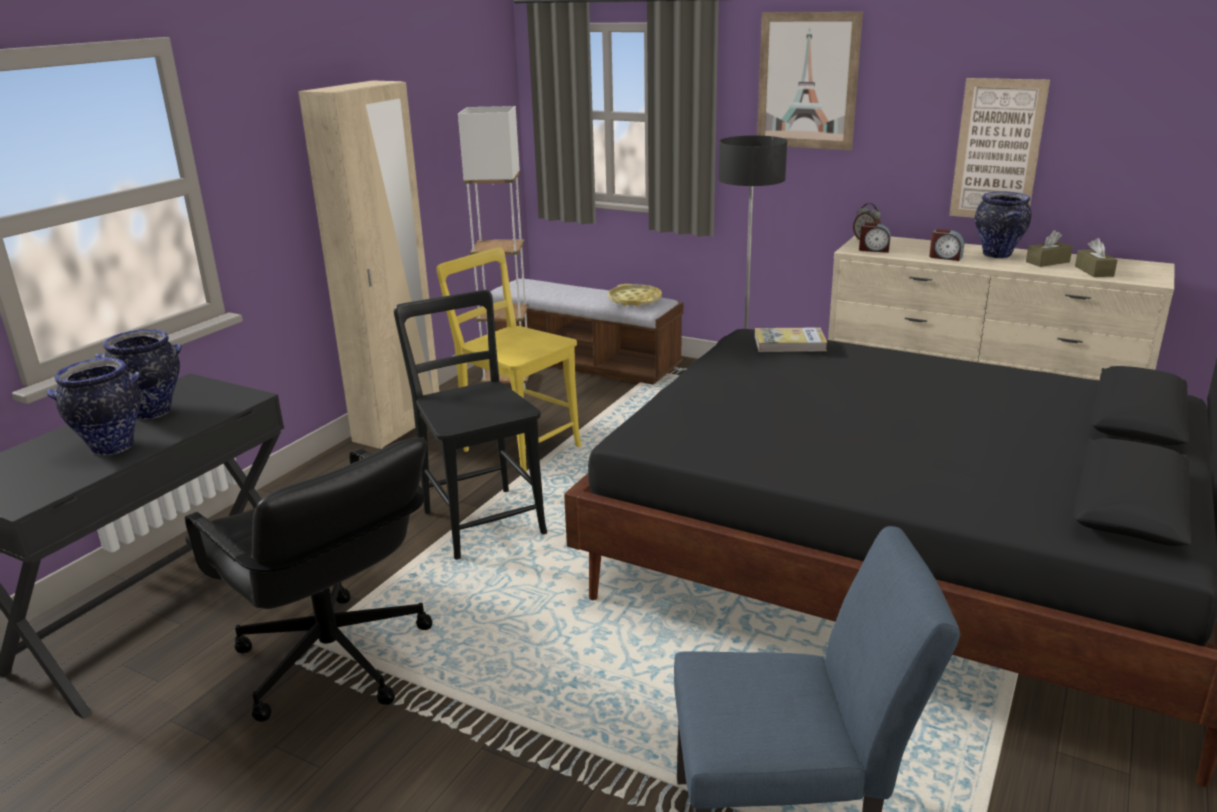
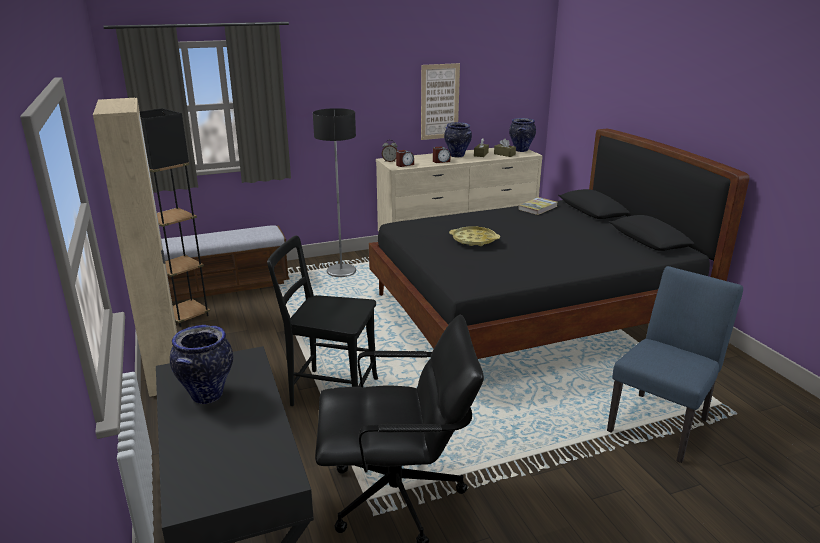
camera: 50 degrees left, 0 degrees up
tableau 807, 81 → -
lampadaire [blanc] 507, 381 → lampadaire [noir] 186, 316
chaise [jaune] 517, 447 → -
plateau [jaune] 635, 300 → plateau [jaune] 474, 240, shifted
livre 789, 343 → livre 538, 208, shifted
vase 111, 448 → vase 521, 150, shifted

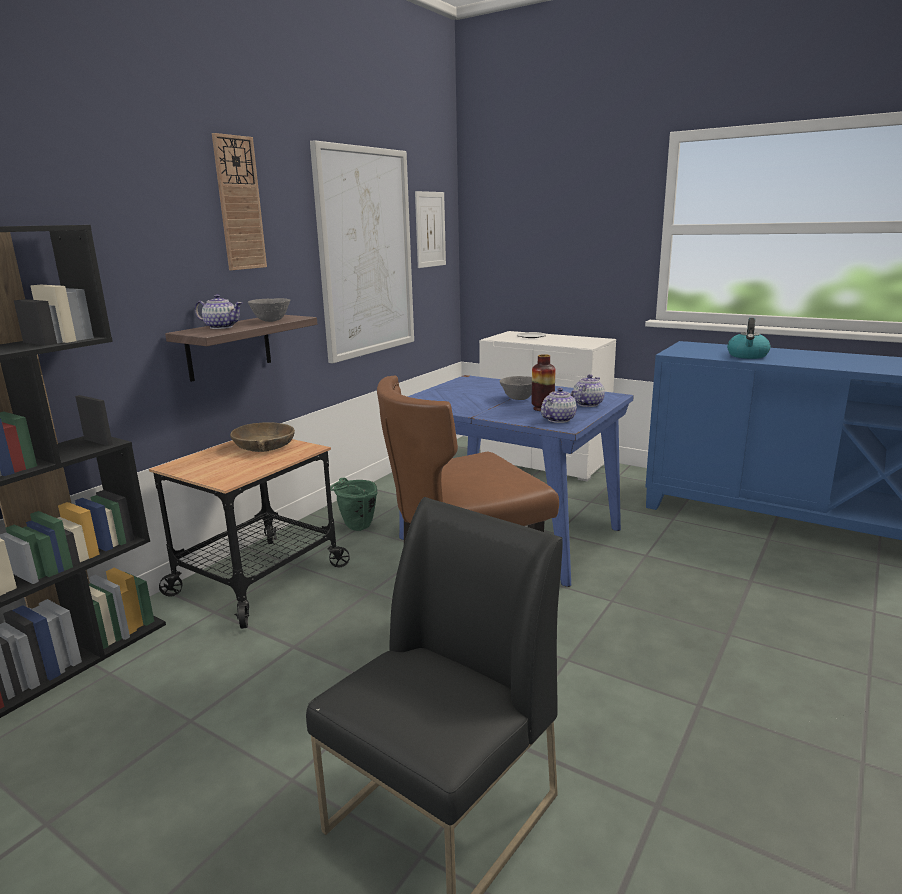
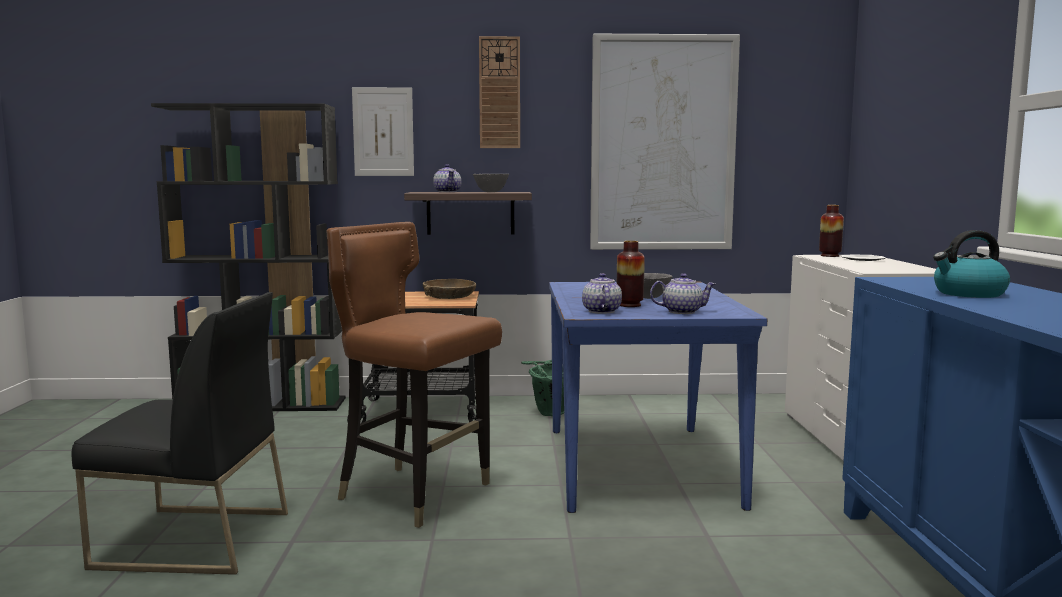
camera: 55 degrees right, 10 degrees down
tableau 430, 229 → tableau 383, 132, shifted
théière 558, 419 → théière 601, 311, 105 degrees counterclockwise
- → vase 830, 256

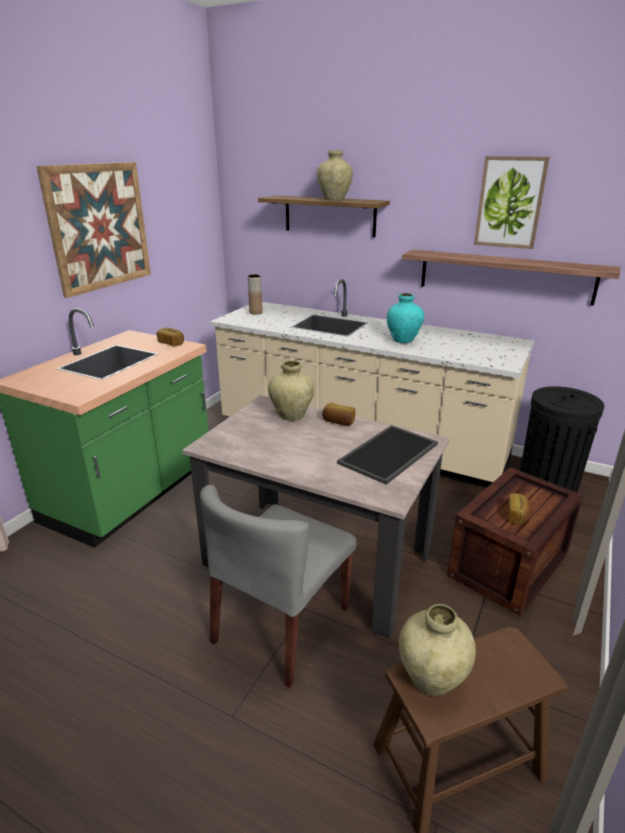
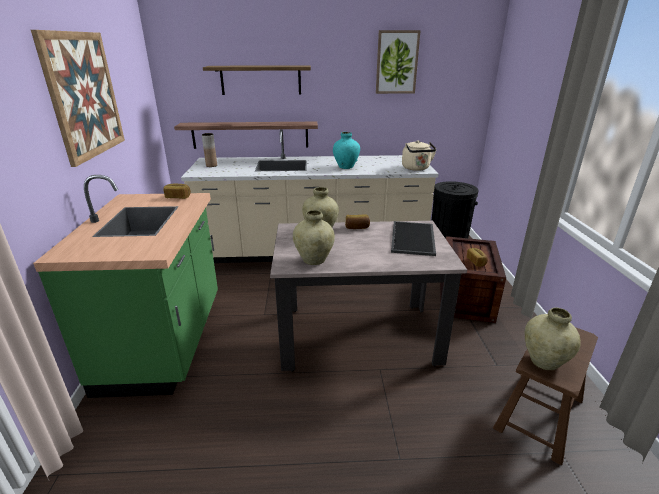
camera: 30 degrees left, 0 degrees up
vase [beige] 334, 199 → vase [beige] 314, 260, shifted
étagère 505, 276 → étagère 250, 135, shifted
chaise [gris] 281, 625 → -
- → bouilloire [beige] 416, 168

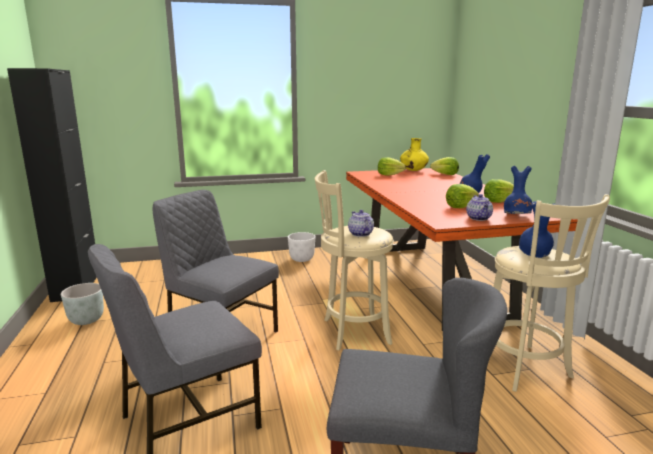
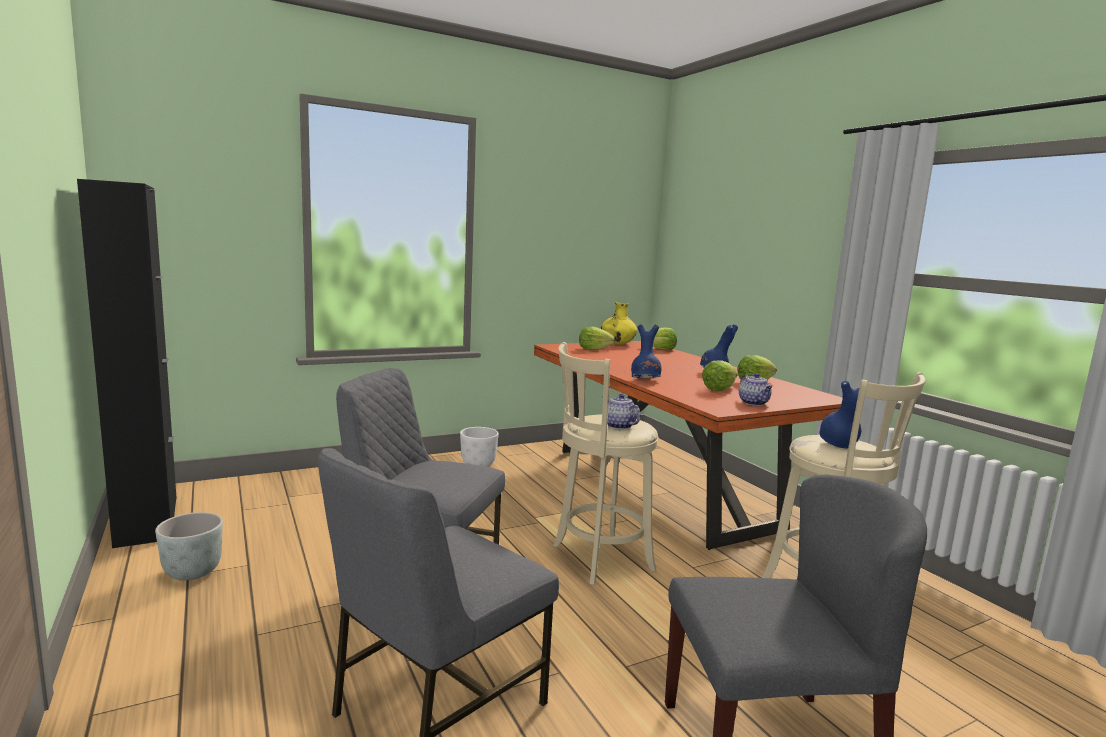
camera: 15 degrees left, 5 degrees down
vase [bleu] 517, 215 → vase [bleu] 645, 380, shifted

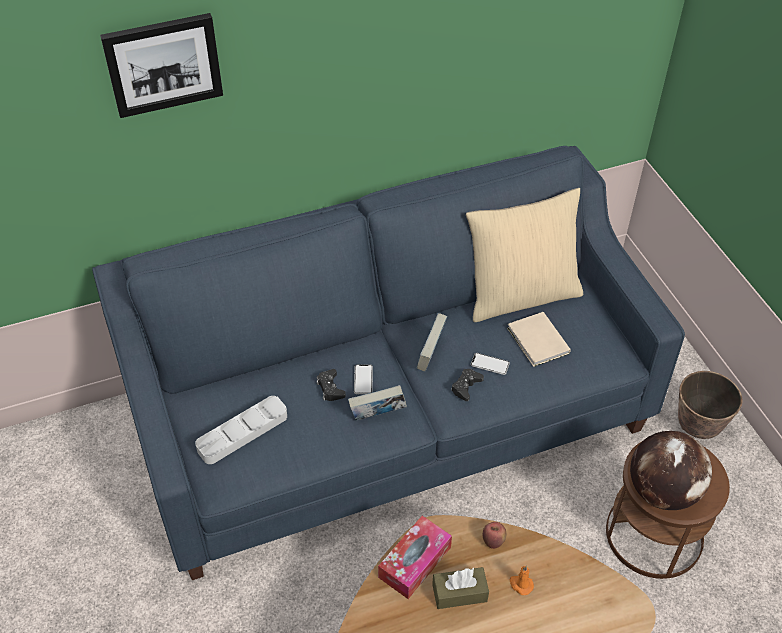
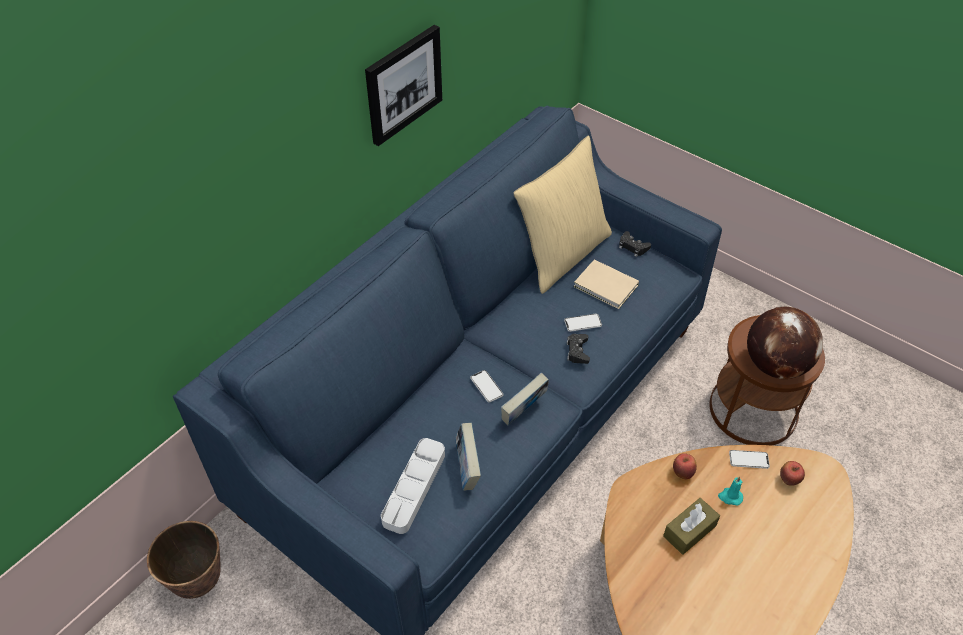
camera: 30 degrees left, 0 degrees up
tableau 163, 64 → tableau 403, 84, shifted
livre 430, 355 → livre 467, 469, shifted
manette [noir] 330, 388 → manette [noir] 633, 247, shifted
cache-pot 697, 427 → cache-pot 198, 580, shifted
boîte à mouchoirs 415, 562 → -
bougie [orange] 520, 584 → bougie [turquoise] 730, 497
- → téléphone 748, 459
- → pomme 788, 480

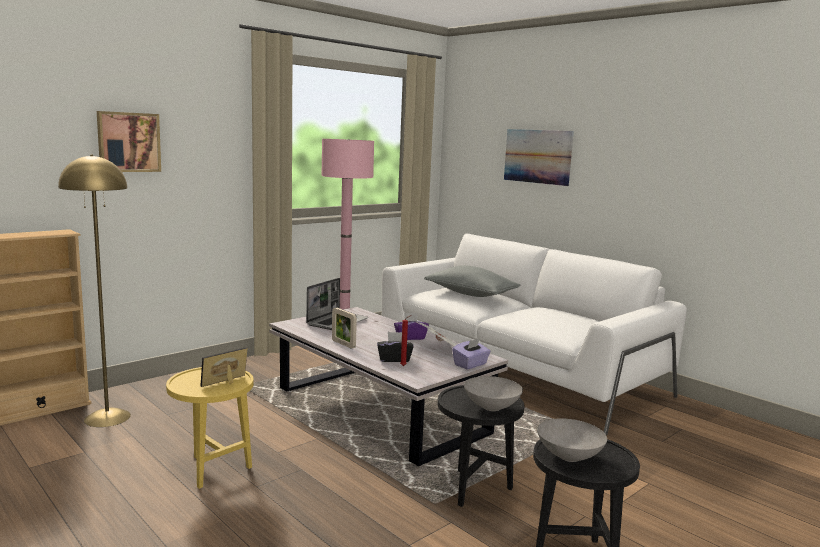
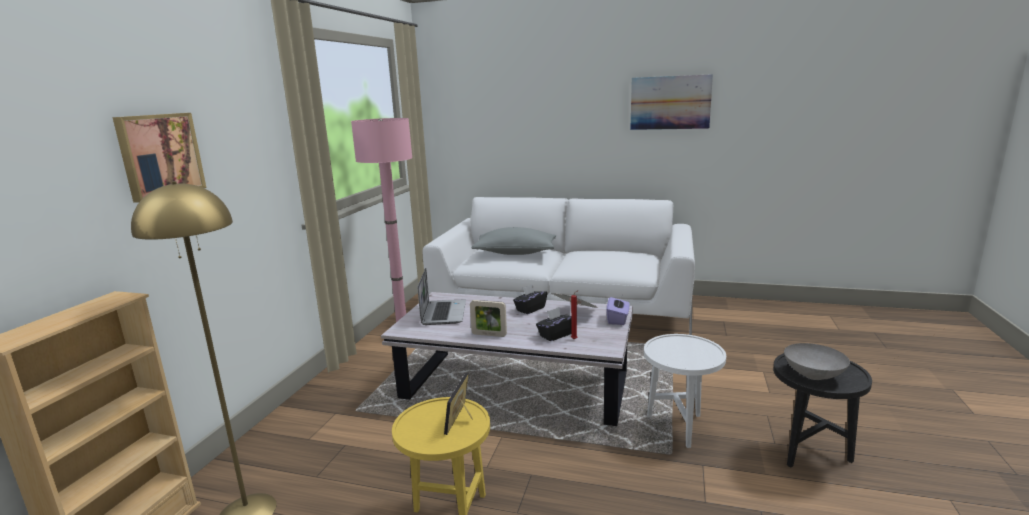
camera: 30 degrees left, 5 degrees up
tableau 537, 156 → tableau 670, 102, shifted
boîte à mouchoirs [violet] 410, 337 → boîte à mouchoirs [noir] 530, 309
bol [gris] 492, 407 → -
table d'appoint [noir] 474, 490 → table d'appoint [blanc] 679, 429

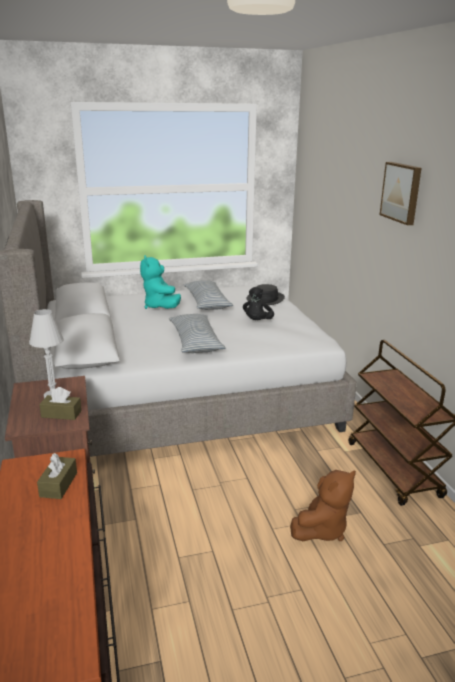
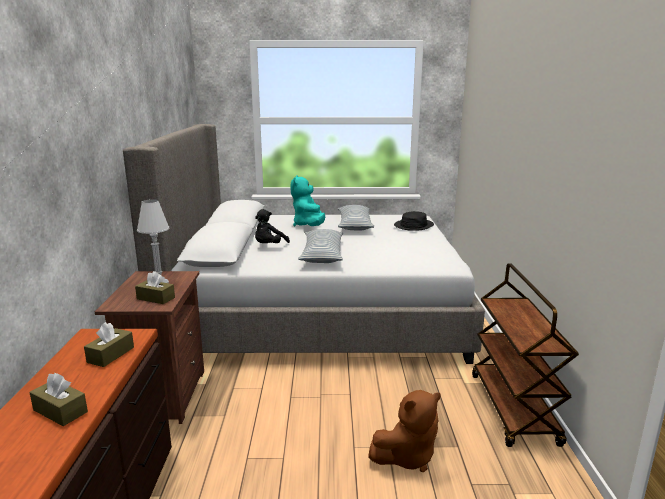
camera: 15 degrees right, 5 degrees down
tableau 402, 192 → -
peluche [noir] 257, 322 → peluche [noir] 269, 246, shifted
- → boîte à mouchoirs [marron] 60, 411

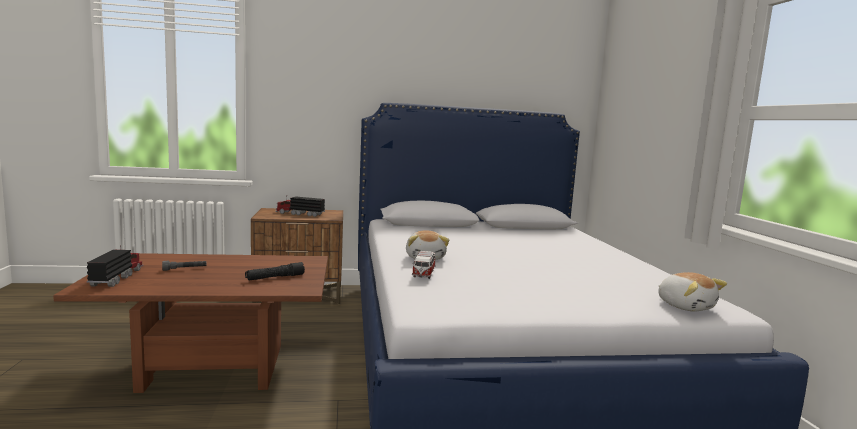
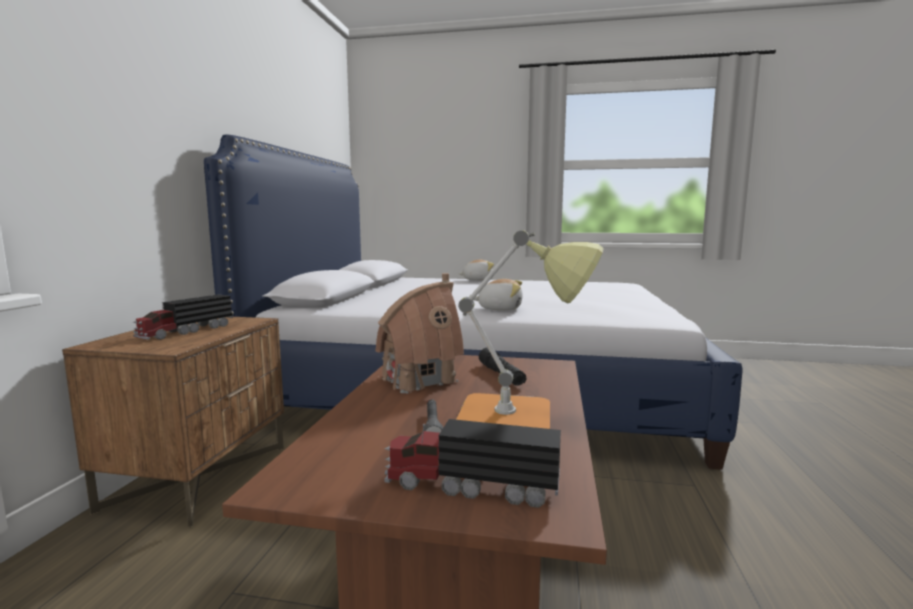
camera: 70 degrees left, 0 degrees up
petite voiture 423, 274 → -
peluche 685, 306 → peluche 477, 280, shifted
- → lampe de table 520, 420
- → maison miniature 418, 379

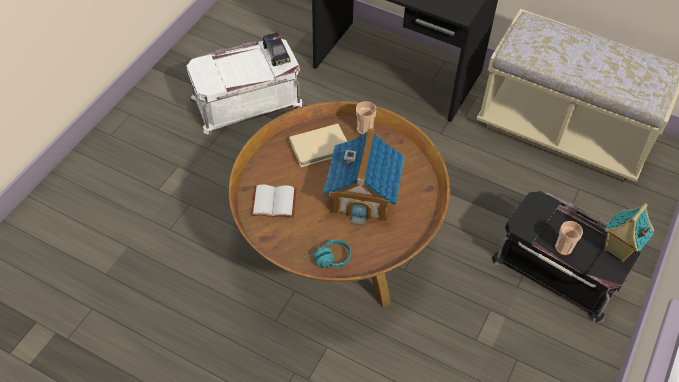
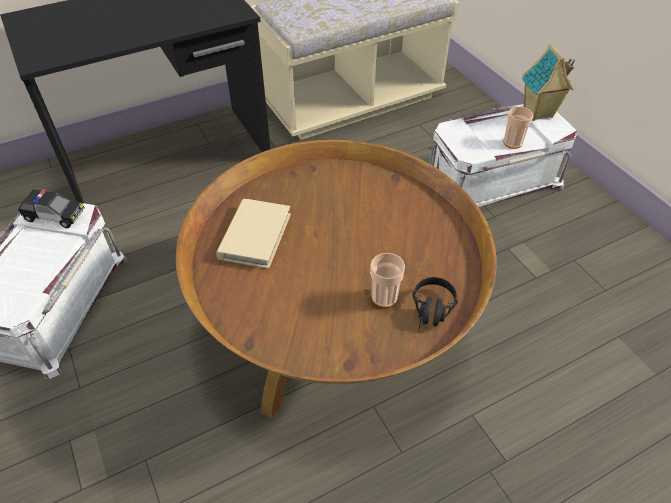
camera: 55 degrees left, 5 degrees down
tasse 364, 129 → tasse 384, 297, shifted
maison miniature 363, 195 → -
livre [blanc] 275, 201 → -
boîte de rangement [noir] 559, 268 → boîte de rangement [blanc] 492, 179
casque audio [turquoise] 328, 260 → casque audio [noir] 431, 313

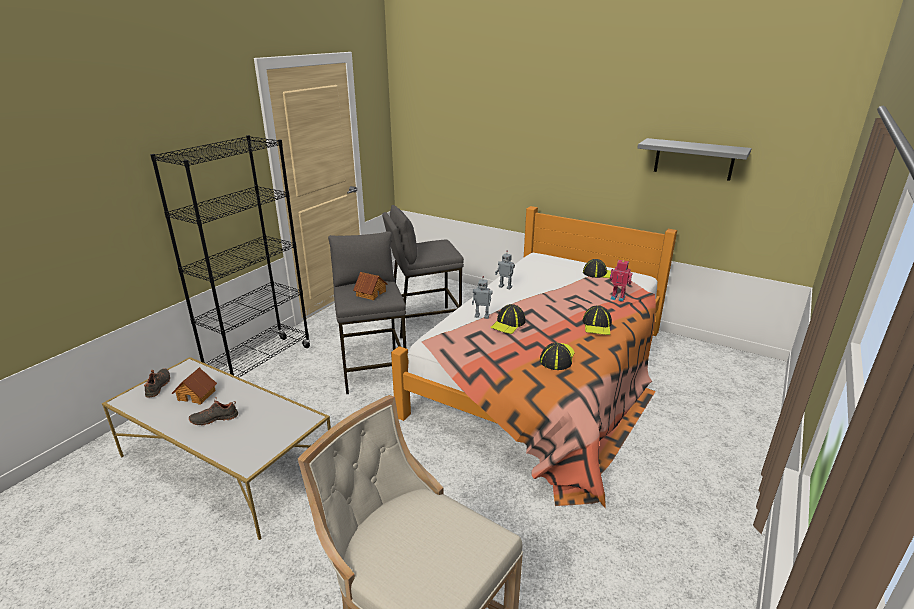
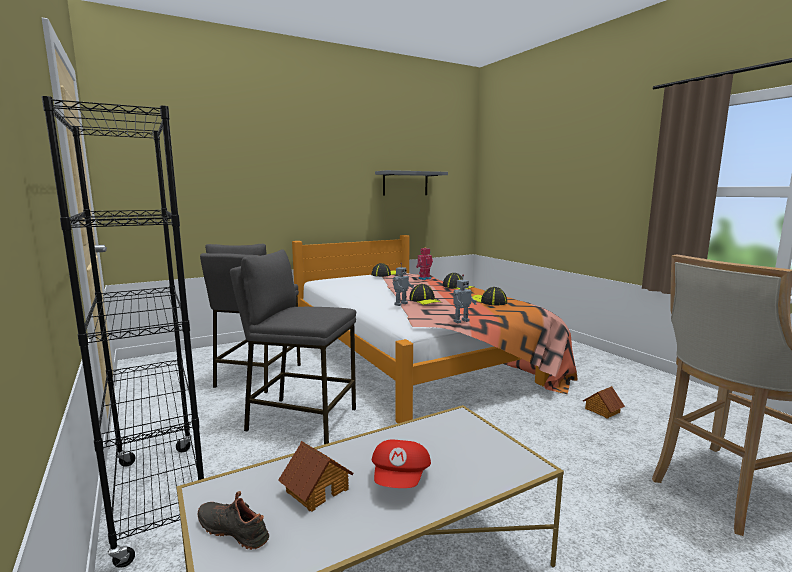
camera: 60 degrees left, 15 degrees down
robot jouet 505, 287 → robot jouet 460, 321, shifted
maison miniature 370, 293 → maison miniature 602, 410, shifted
chaussure [noir] 214, 418 → casquette [rouge] 401, 479

